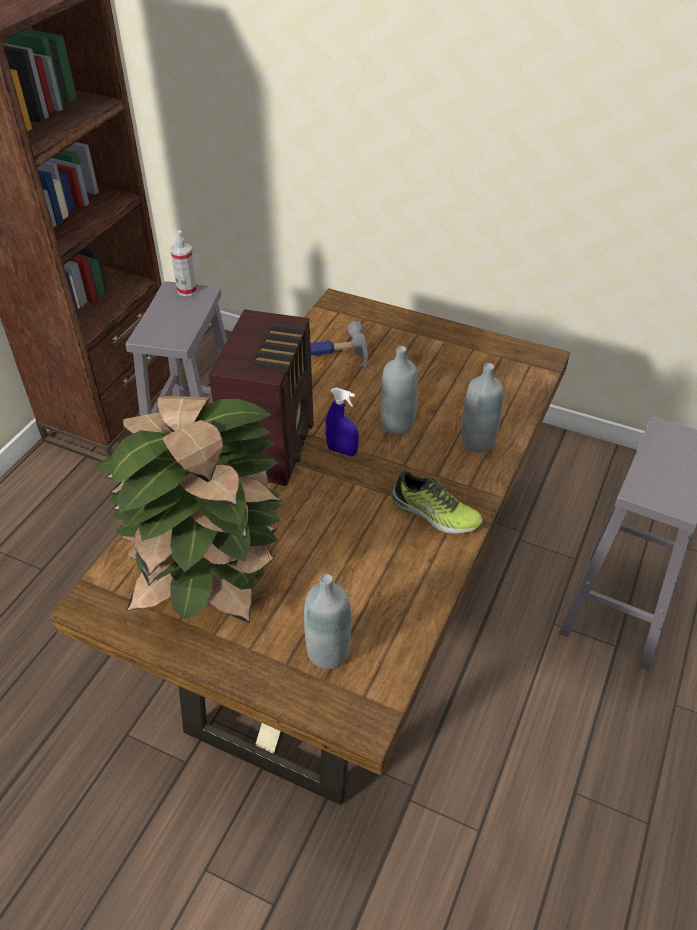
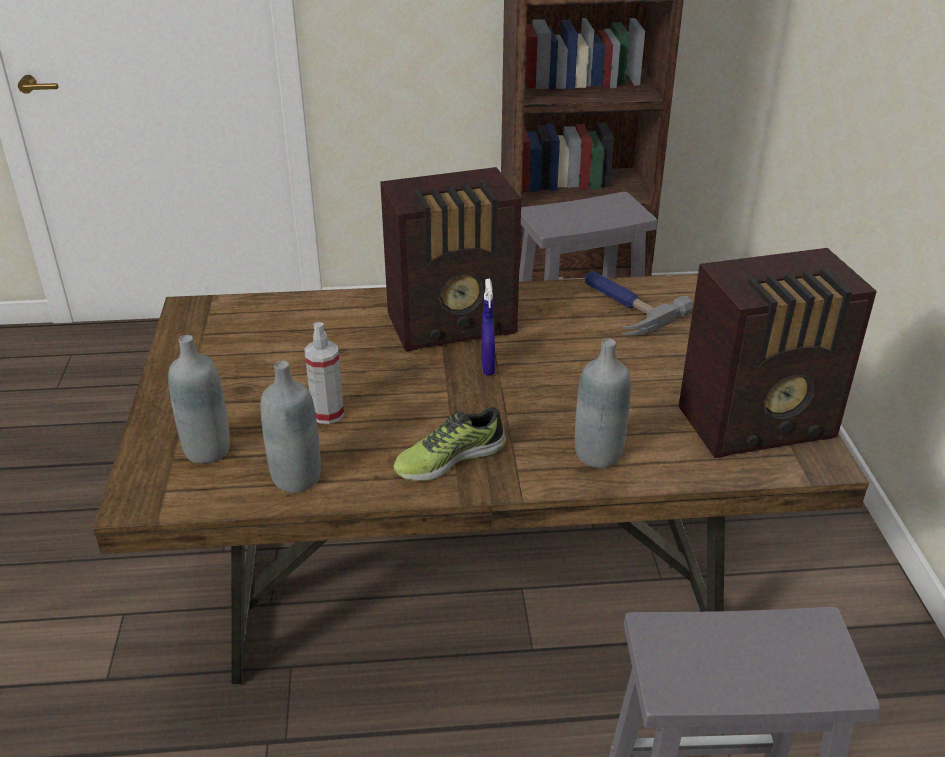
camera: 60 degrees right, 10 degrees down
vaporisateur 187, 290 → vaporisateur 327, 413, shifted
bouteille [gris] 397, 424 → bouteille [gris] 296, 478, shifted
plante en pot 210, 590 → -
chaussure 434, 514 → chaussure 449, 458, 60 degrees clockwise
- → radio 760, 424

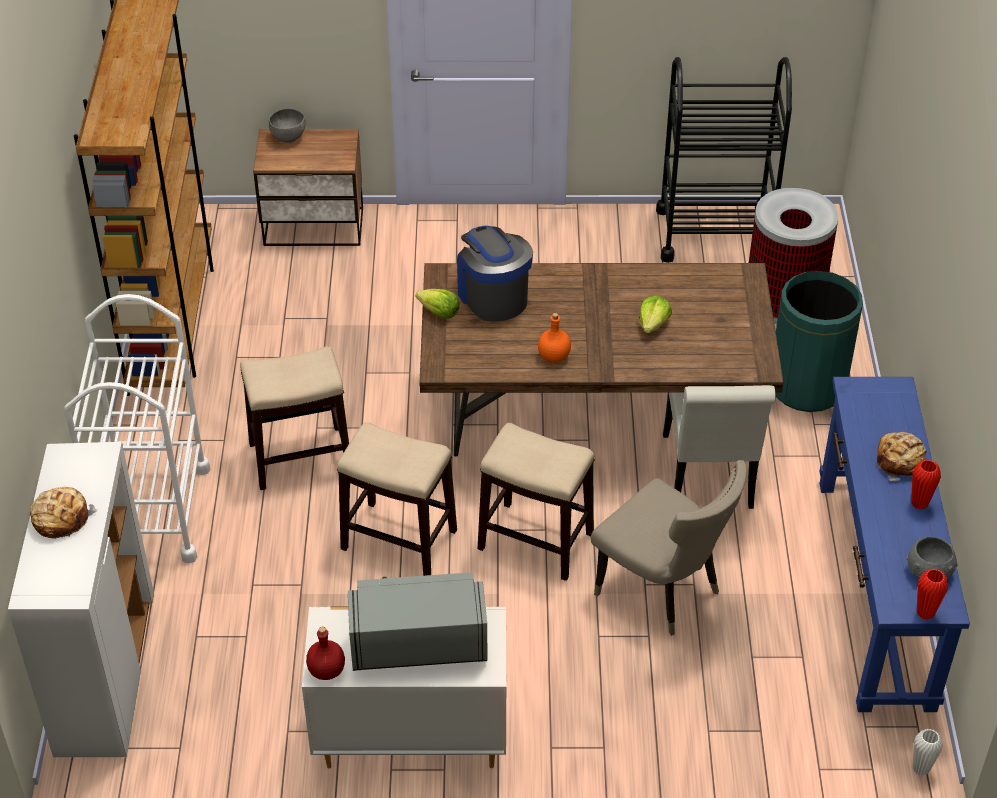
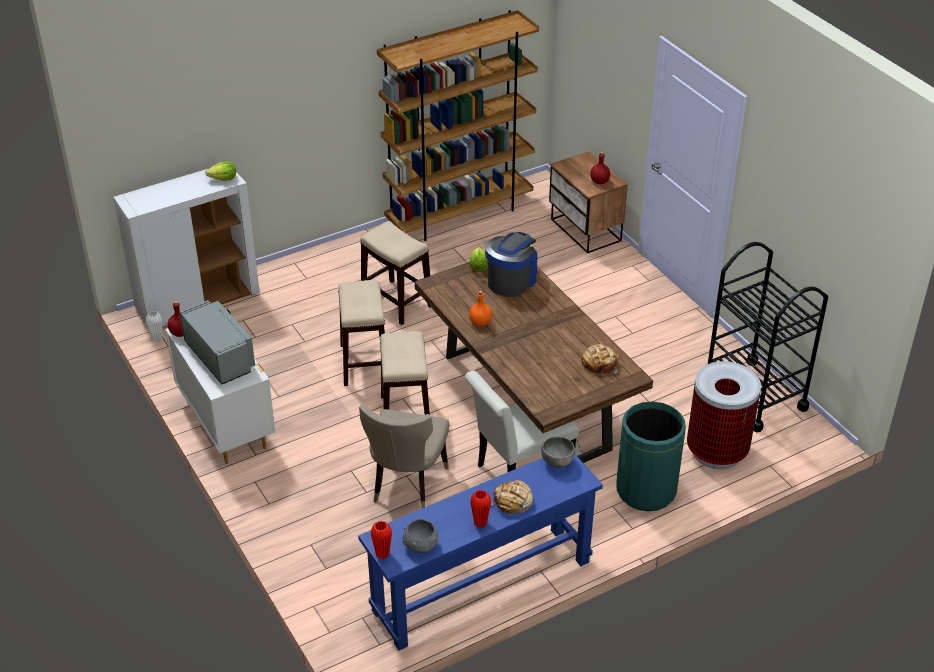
camera: 60 degrees right, 5 degrees down
bol [gris] 288, 137 → bol [gris] 558, 462, shifted
chariot [blanc] 153, 512 → -
laitue 653, 324 → laitue 223, 179, shifted
pain 61, 518 → pain 600, 364, shifted
vase [blanc] 921, 768 → vase [blanc] 157, 338, shifted
- → bouteille [rouge] 599, 181

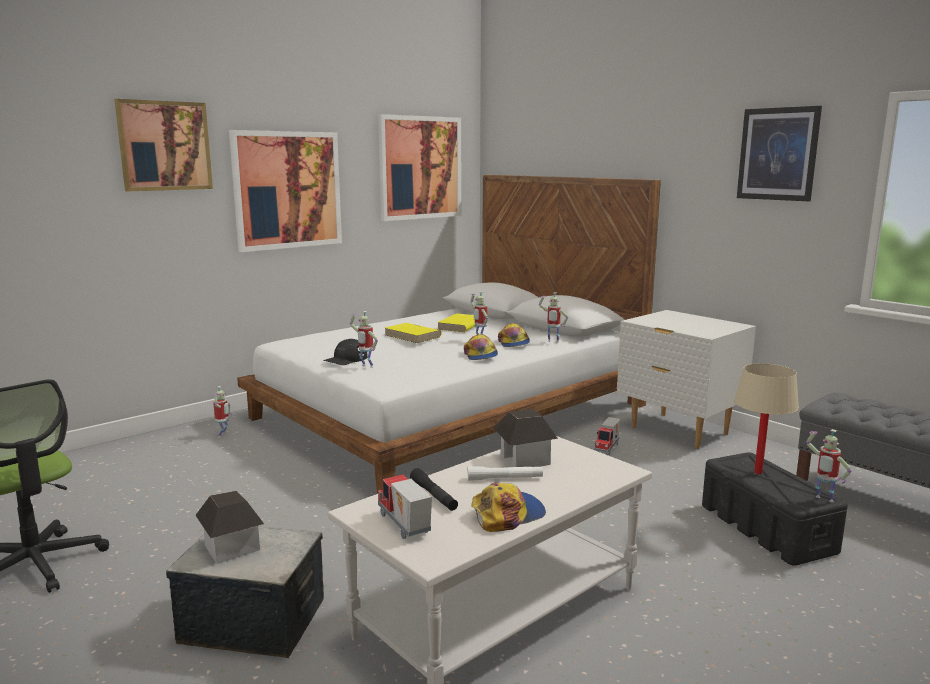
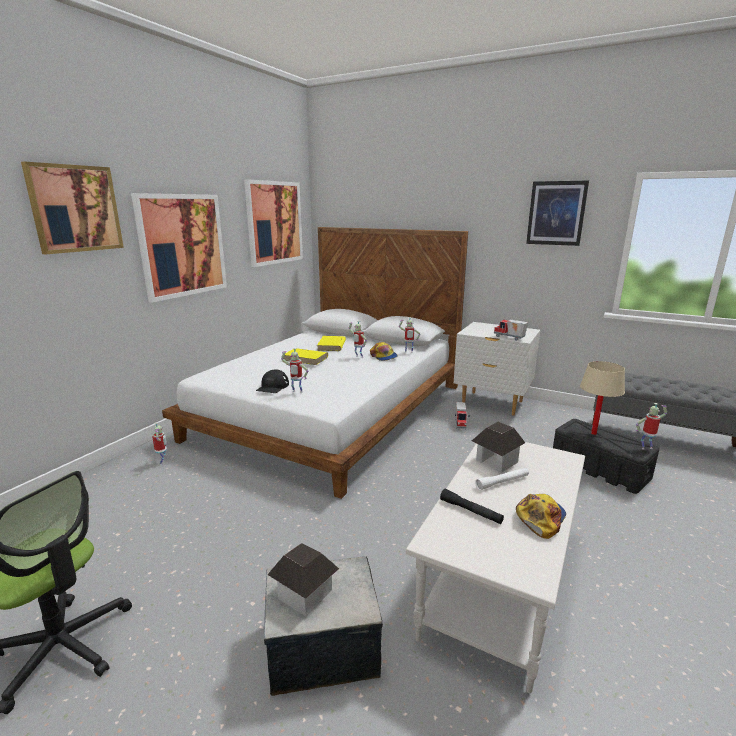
camera: 20 degrees left, 5 degrees up
casquette 480, 355 → -
robot jouet 823, 499 → robot jouet 646, 447, 150 degrees clockwise
camion jouet 402, 525 → camion jouet 509, 338, shifted

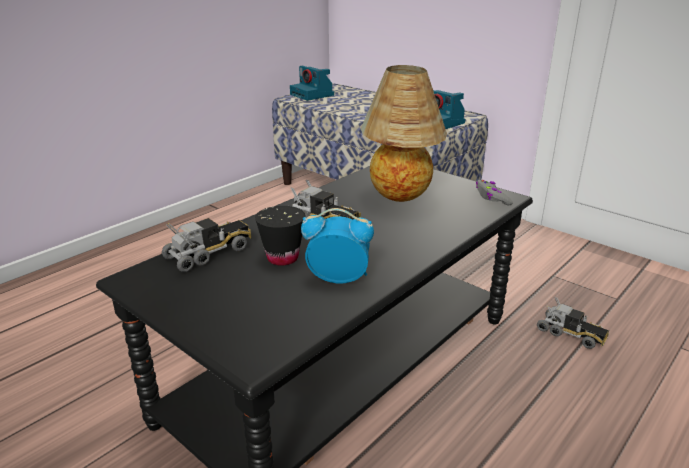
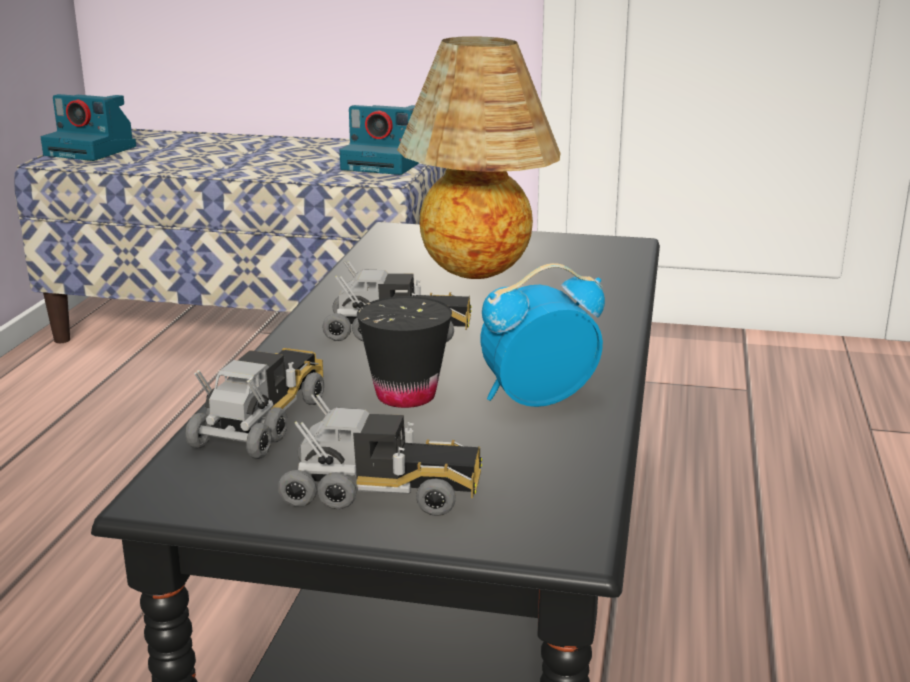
camera: 30 degrees left, 5 degrees down
manette [gris] 492, 198 → -
camion jouet 571, 334 → camion jouet 383, 492, shifted

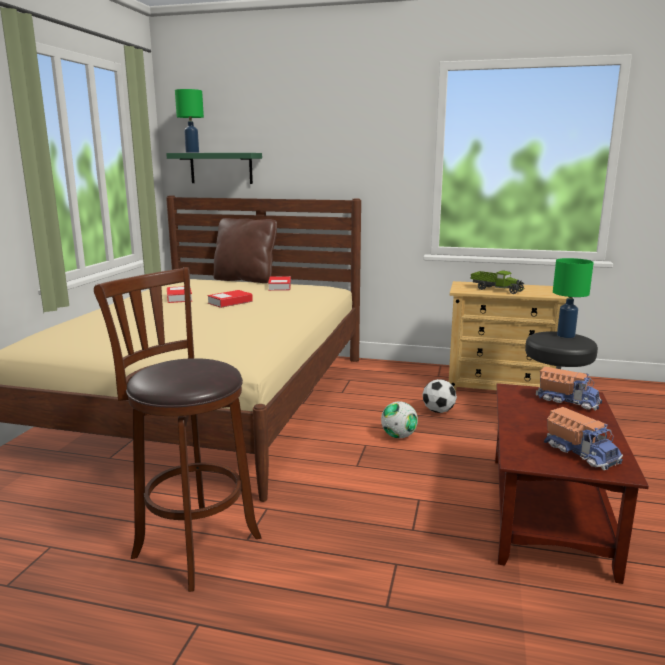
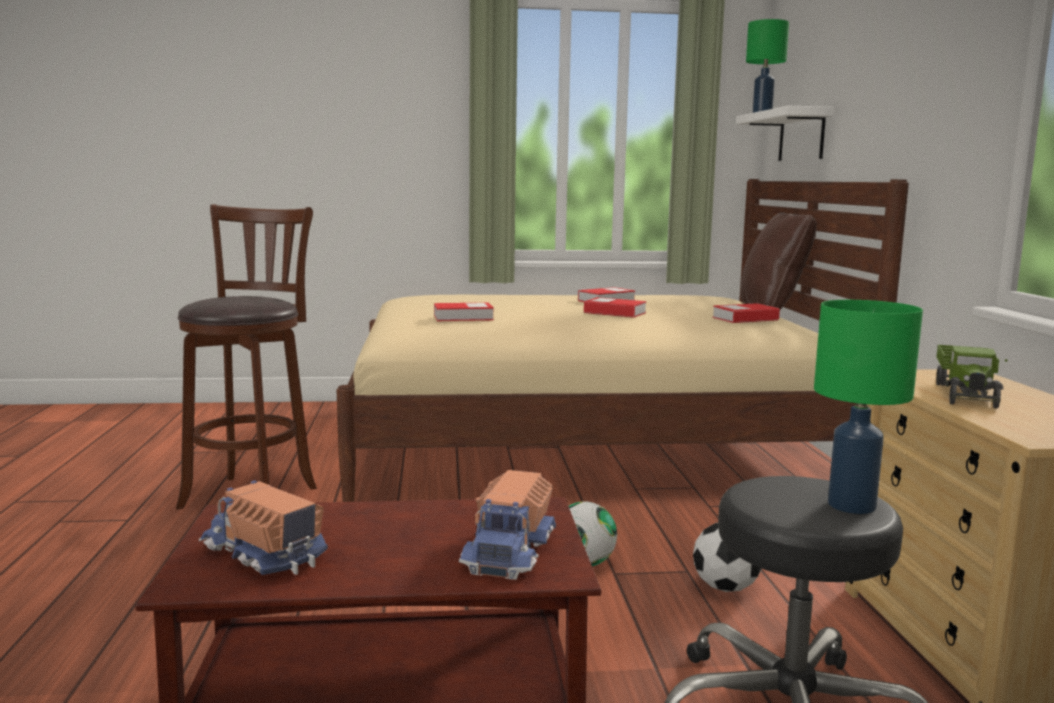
camera: 70 degrees right, 5 degrees down
étagère [vert] 221, 168 → étagère [blanc] 801, 136
camion jouet 581, 452 → camion jouet 262, 555, 90 degrees clockwise
- → livre 463, 317

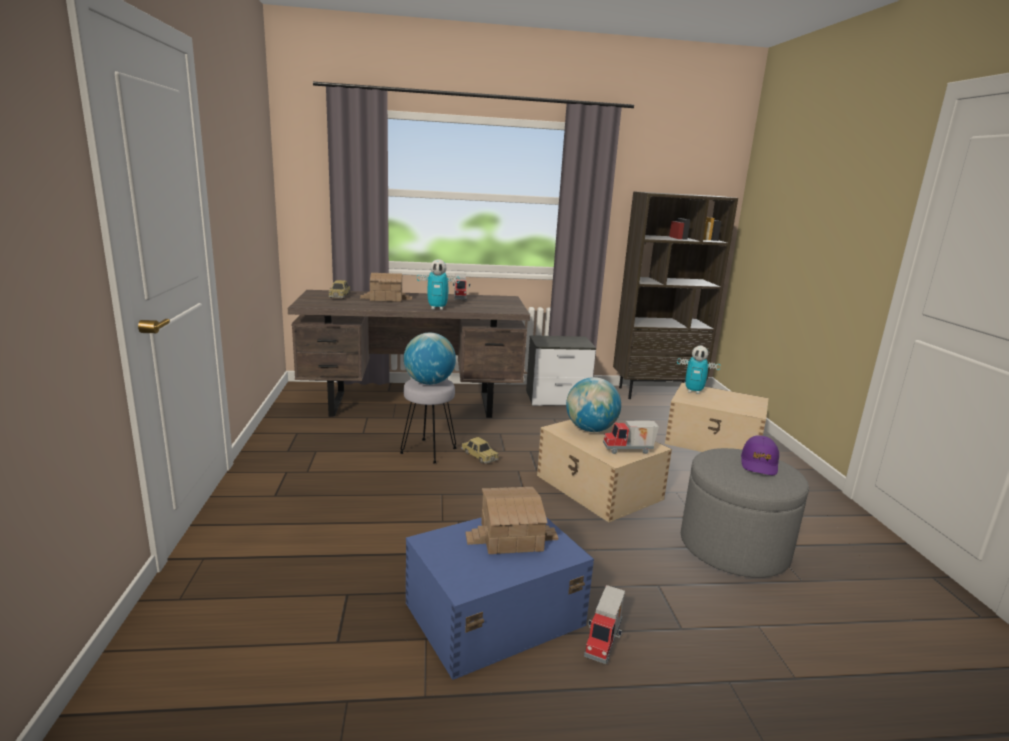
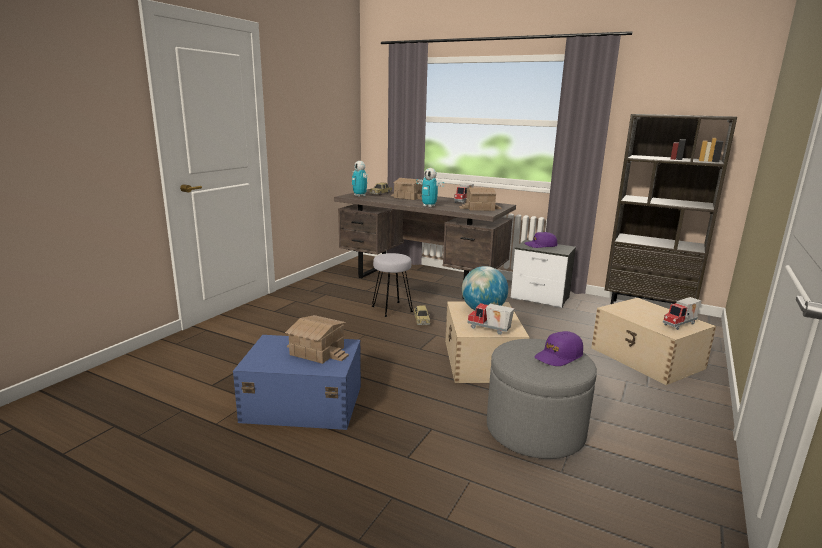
camera: 35 degrees right, 0 degrees up
globe 429, 383 → -
robot jouet 694, 391 → robot jouet 359, 195, shifted
camion jouet 604, 642 → camion jouet 680, 325, shifted
- → maison miniature 480, 208
- → casquette [violet] 540, 245

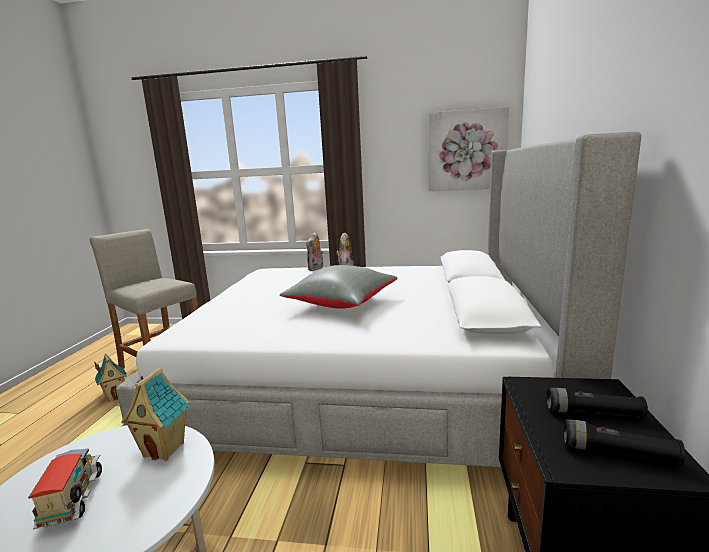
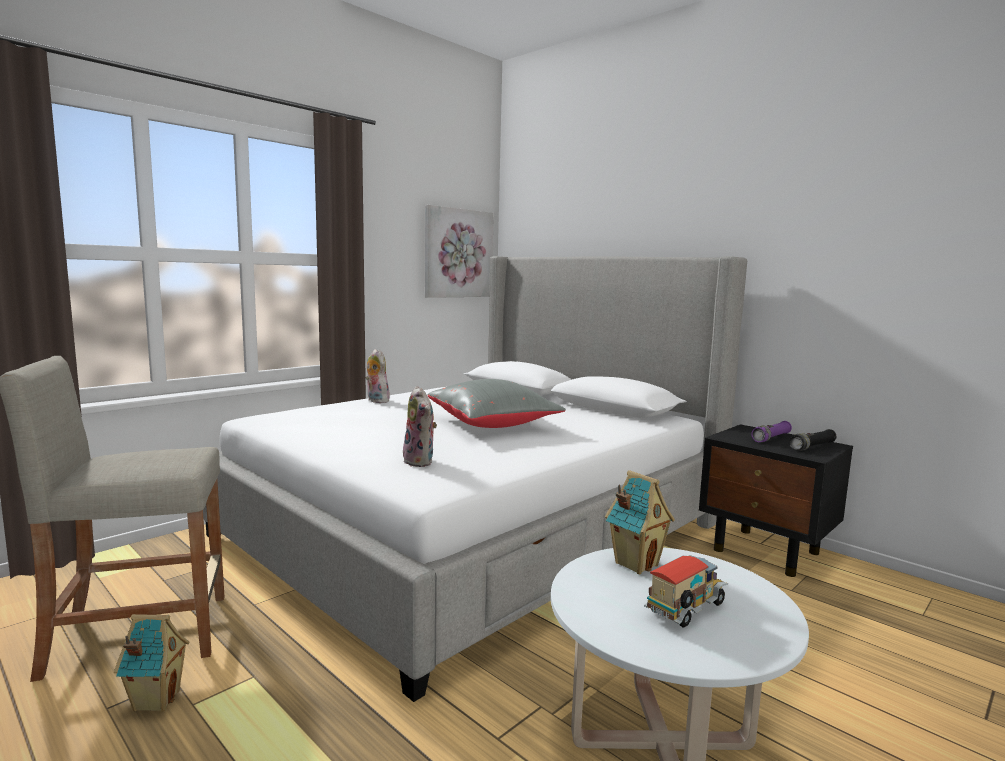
camera: 55 degrees left, 5 degrees down
peluche 316, 269 → peluche 421, 461, shifted
lampe de poche [noir] 593, 413 → lampe de poche [violet] 771, 438
camion jouet 75, 501 → camion jouet 686, 611, 120 degrees clockwise

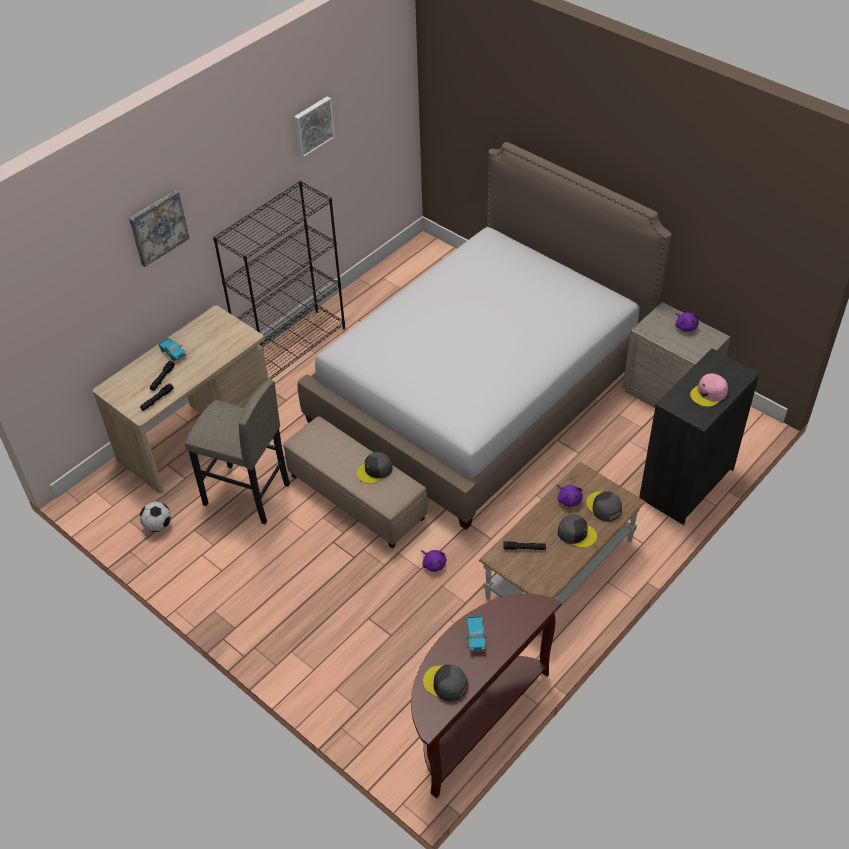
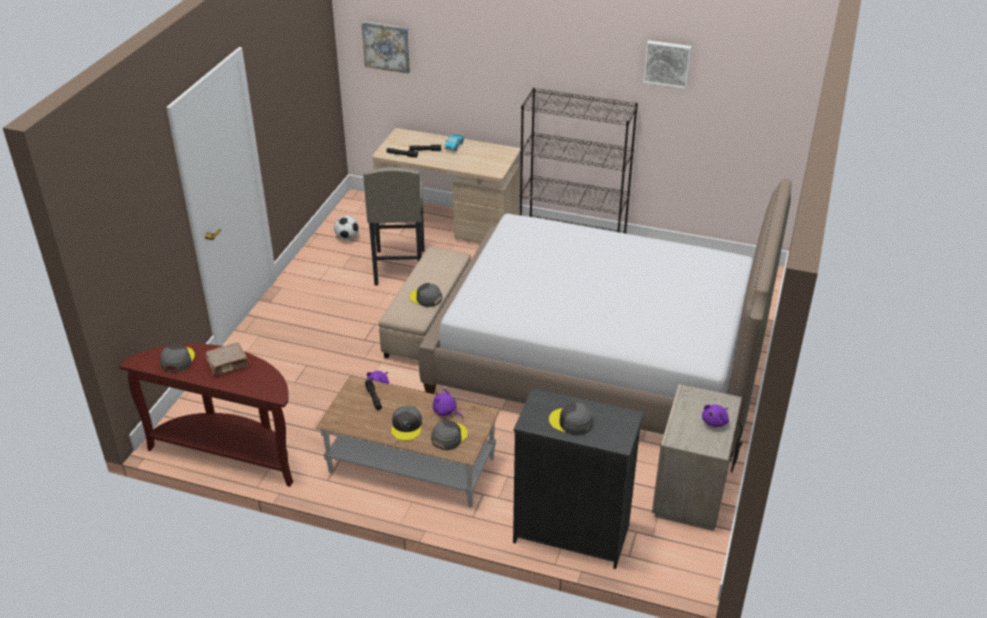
camera: 65 degrees right, 10 degrees down
tableau 158, 227 → tableau 386, 46, shifted
casquette [rose] 709, 393 → casquette [gris] 571, 422
peluche [violet] 569, 499 → peluche [violet] 446, 412, 90 degrees clockwise
camion jouet 475, 637 → livre [marron] 228, 364

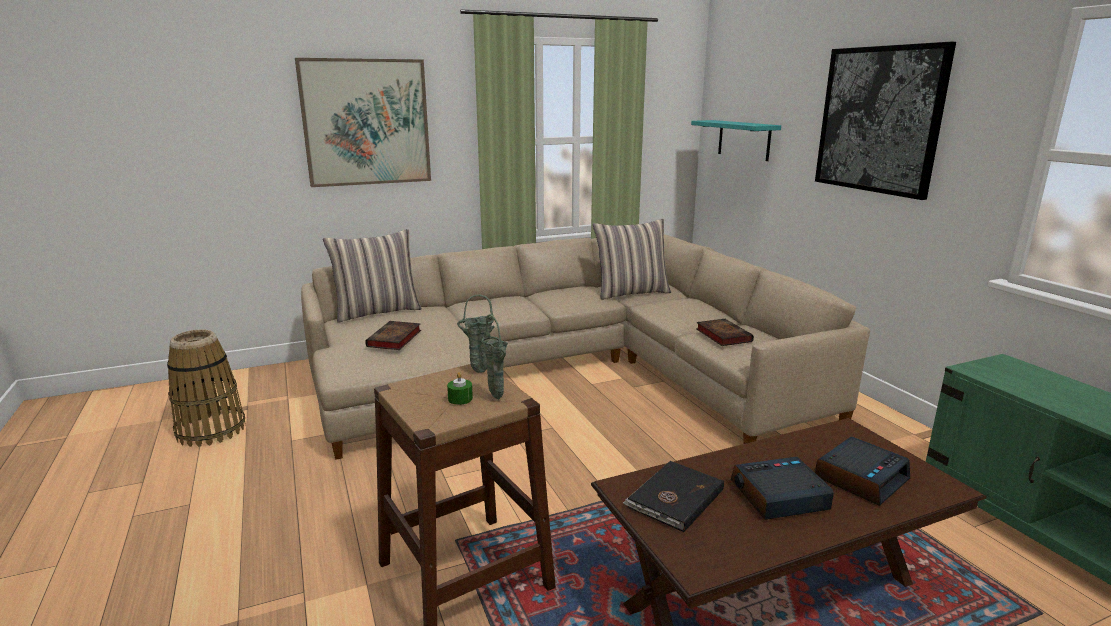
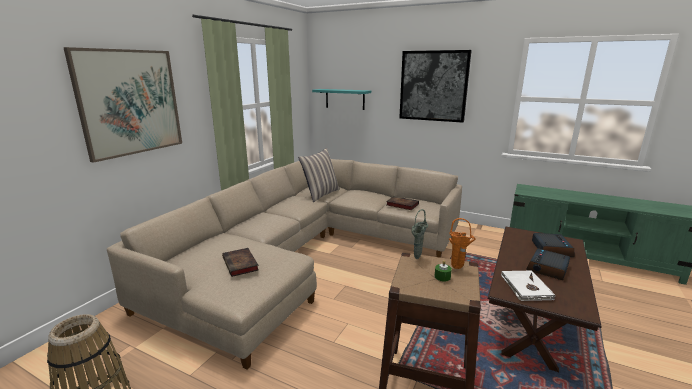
camera: 40 degrees left, 0 degrees up
coussin 377, 312 → -
vase [vert] 497, 398 → vase [orange] 458, 268
livre [noir] 674, 498 → livre [blanc] 525, 287

